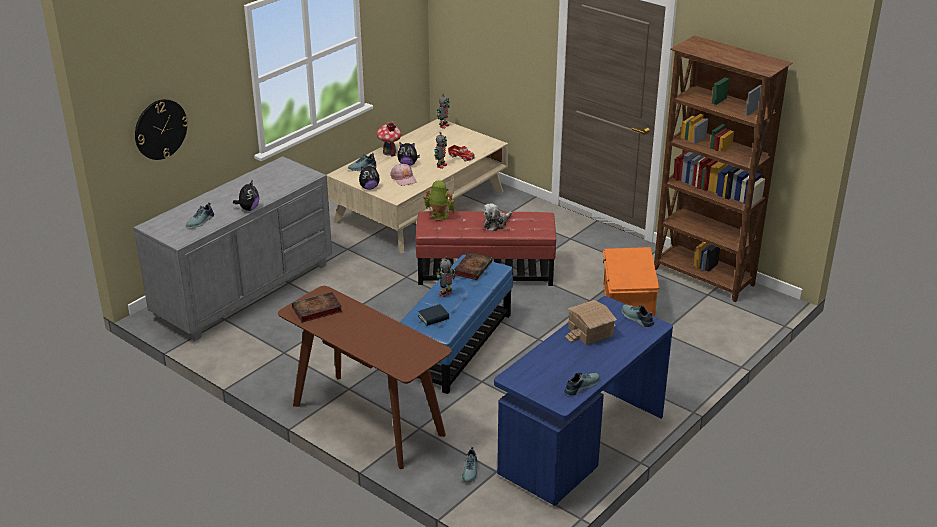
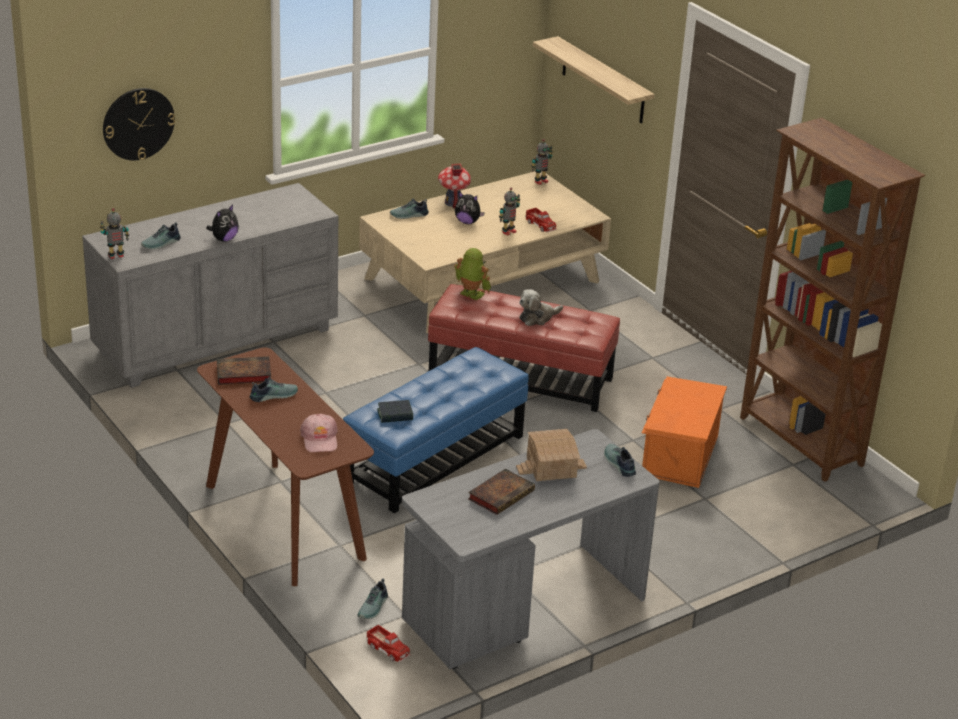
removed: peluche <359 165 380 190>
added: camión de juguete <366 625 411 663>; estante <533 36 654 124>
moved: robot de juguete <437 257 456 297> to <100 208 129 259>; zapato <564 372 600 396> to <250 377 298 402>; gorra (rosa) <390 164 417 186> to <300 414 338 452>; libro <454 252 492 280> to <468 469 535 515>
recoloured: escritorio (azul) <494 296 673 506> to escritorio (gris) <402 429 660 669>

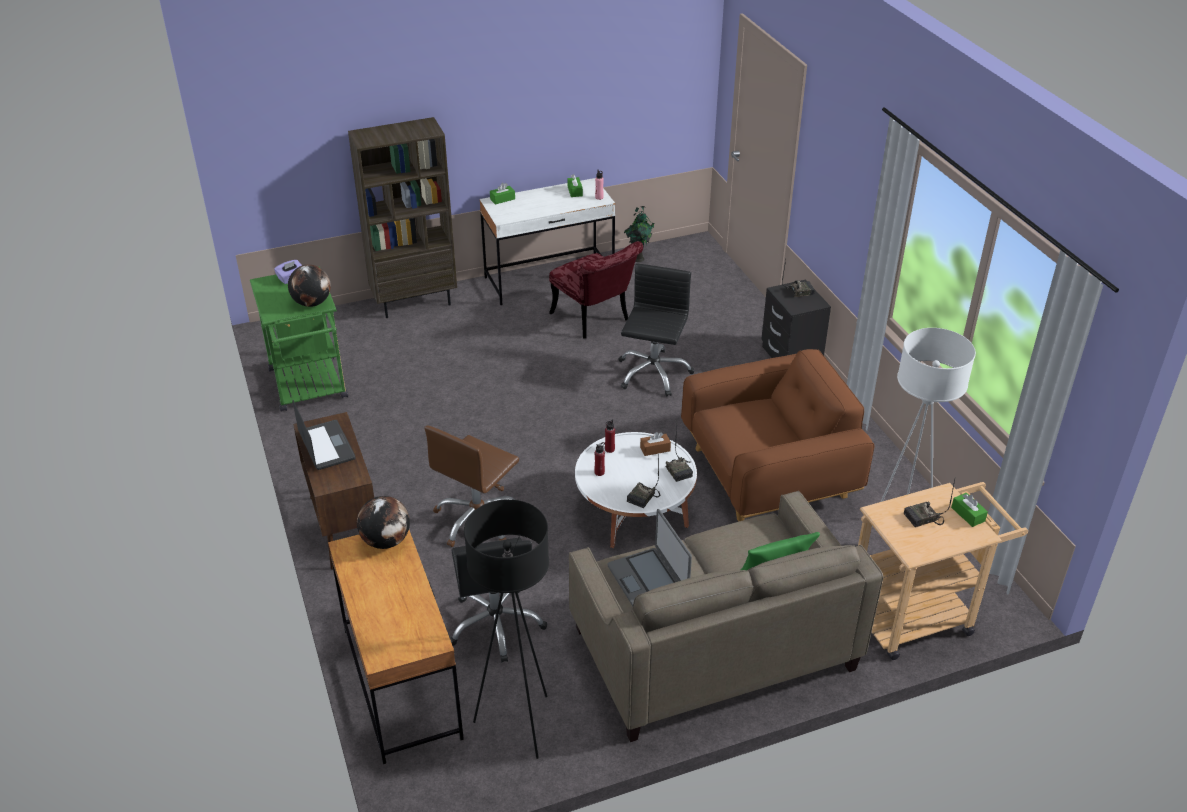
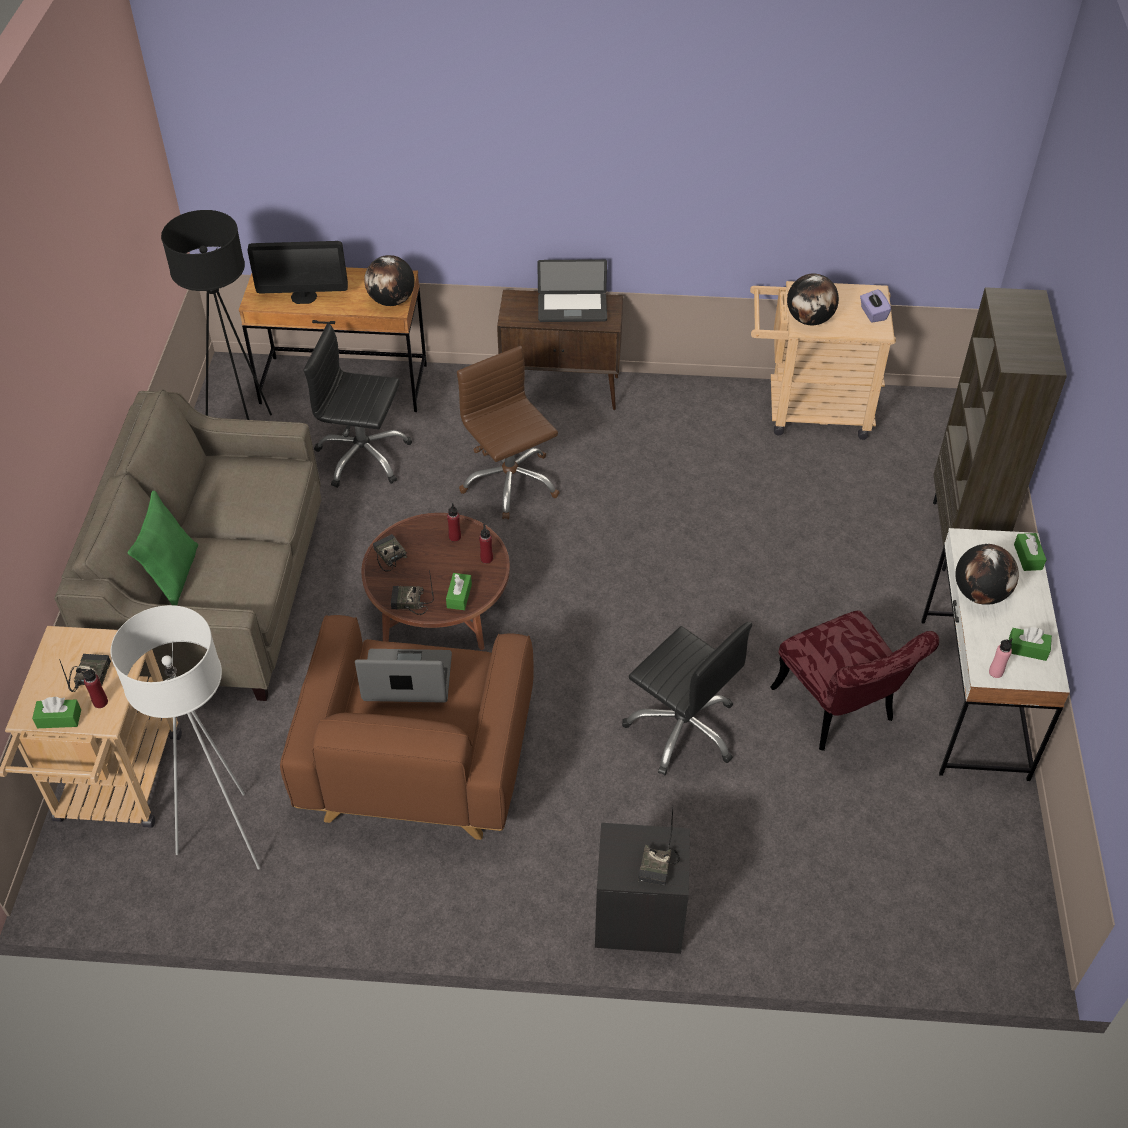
removed: planta en maceta <624 206 655 262>
added: botella (rojo) <79 669 108 708>; monitor <247 241 348 304>; globo terráqueo <955 544 1019 605>
moved: portátil <608 509 692 606> to <355 649 452 703>
recoloured: mesa de centro (blanco) <575 432 697 548> to mesa de centro (marrón) <361 513 510 650>; caja de pañuelos (marrón) <640 432 671 456> to caja de pañuelos (verde) <446 573 472 610>; carrito (verde) <250 266 348 412> to carrito (beis) <750 281 896 440>
turned: silla (rojo) <549 241 643 339> = <770 610 939 751> 105 degrees counterclockwise

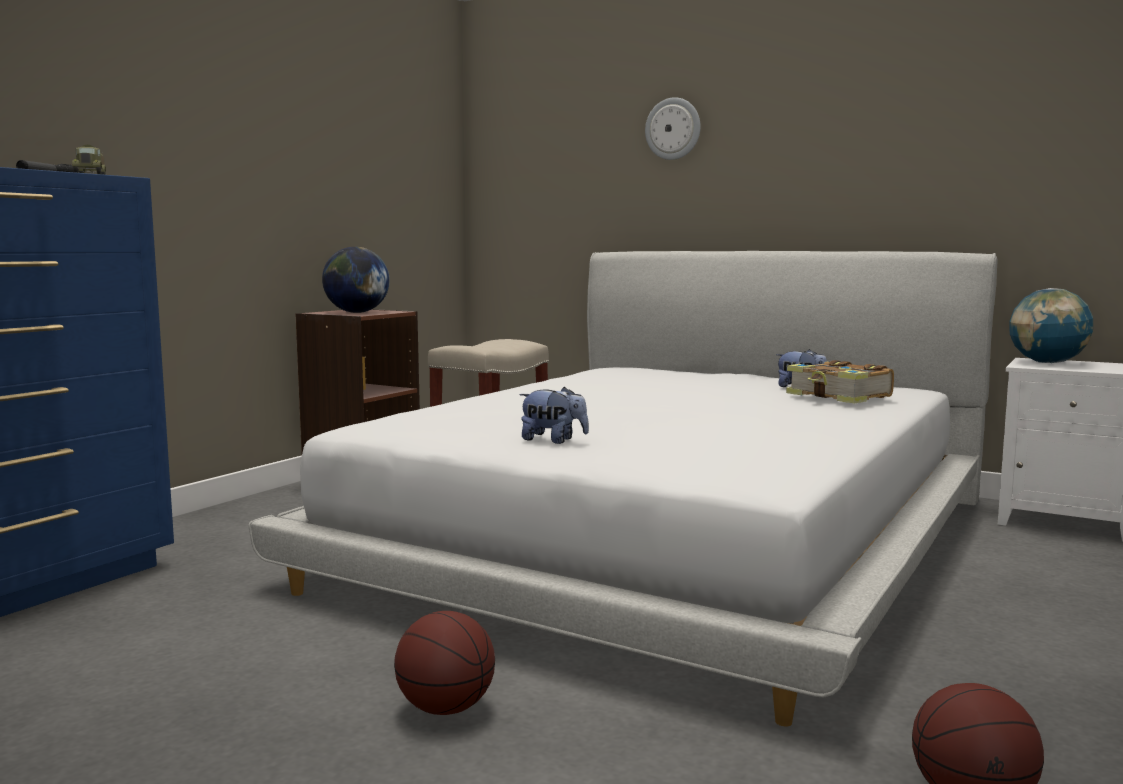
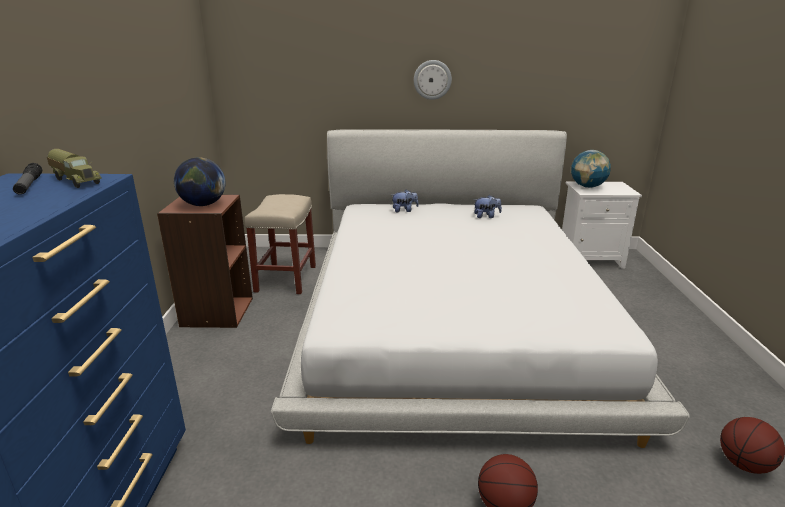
removed: libro <786 360 894 404>
moved: peluche <519 387 589 444> to <392 190 419 212>; reloj de pared <645 97 701 160> to <414 60 452 100>

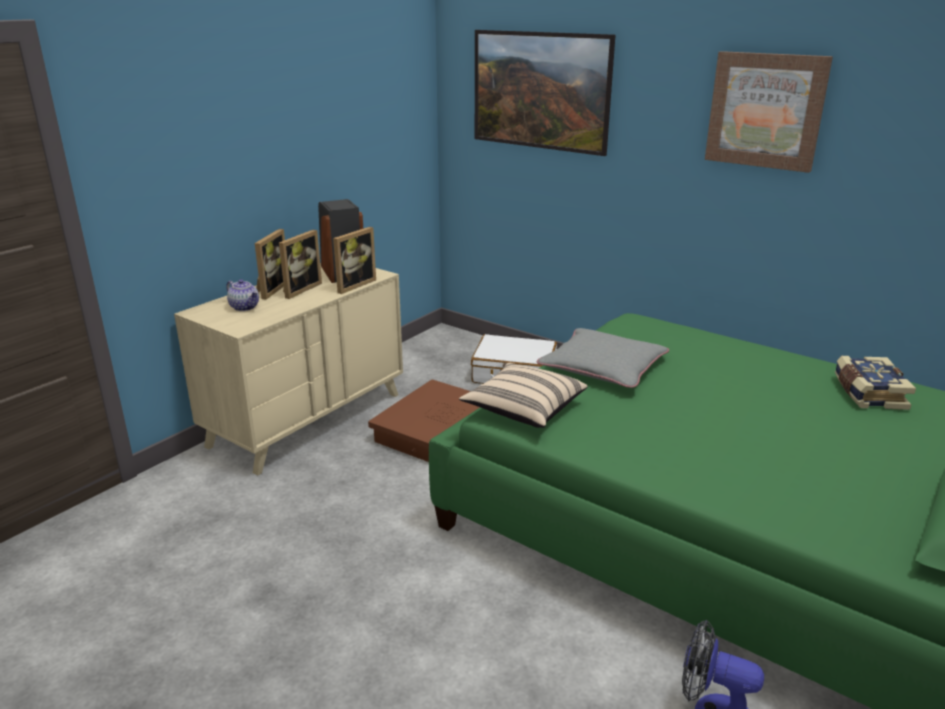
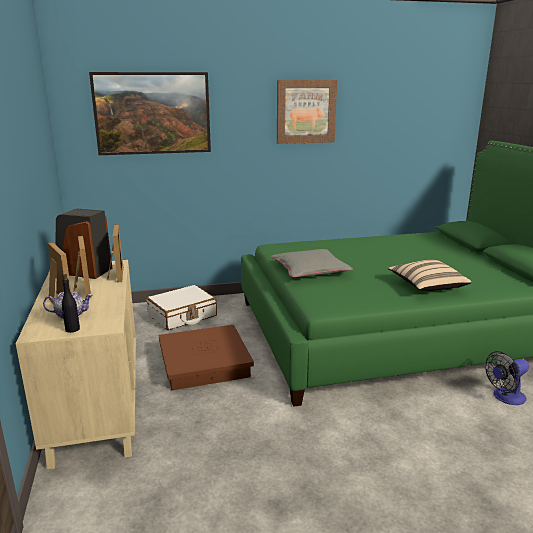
removed: libro <835 356 916 410>
added: botella (negro) <62 274 80 333>
moved: cojín (beis) <459 363 587 428> to <388 260 471 291>

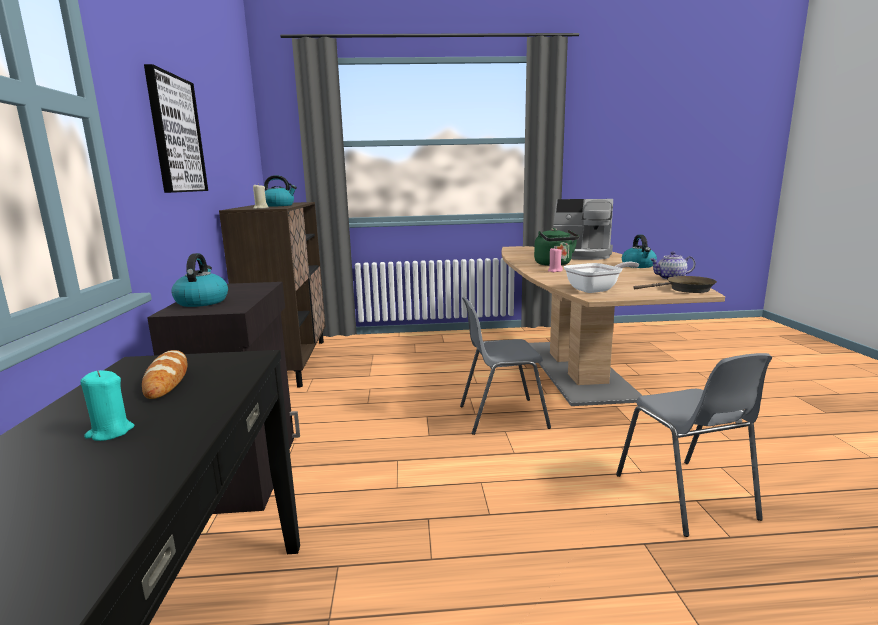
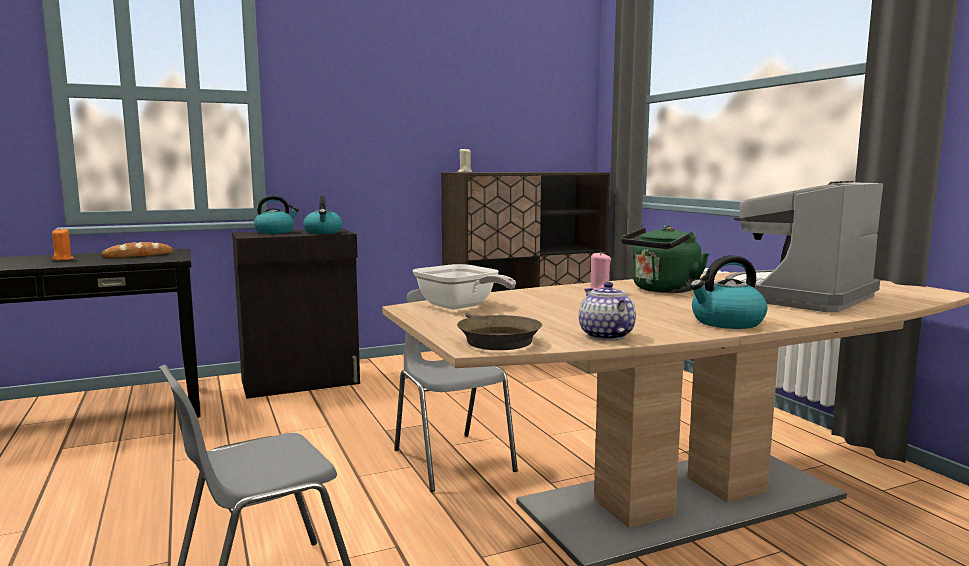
removed: cuadro <144 64 208 193>
moved: hervidor <264 175 297 207> to <303 196 343 234>
recoloured: vela (turquesa) <81 370 134 441> to vela (naranja) <52 228 74 261>
turned: cafetera <553 199 613 260> = <726 181 883 312> 45 degrees clockwise

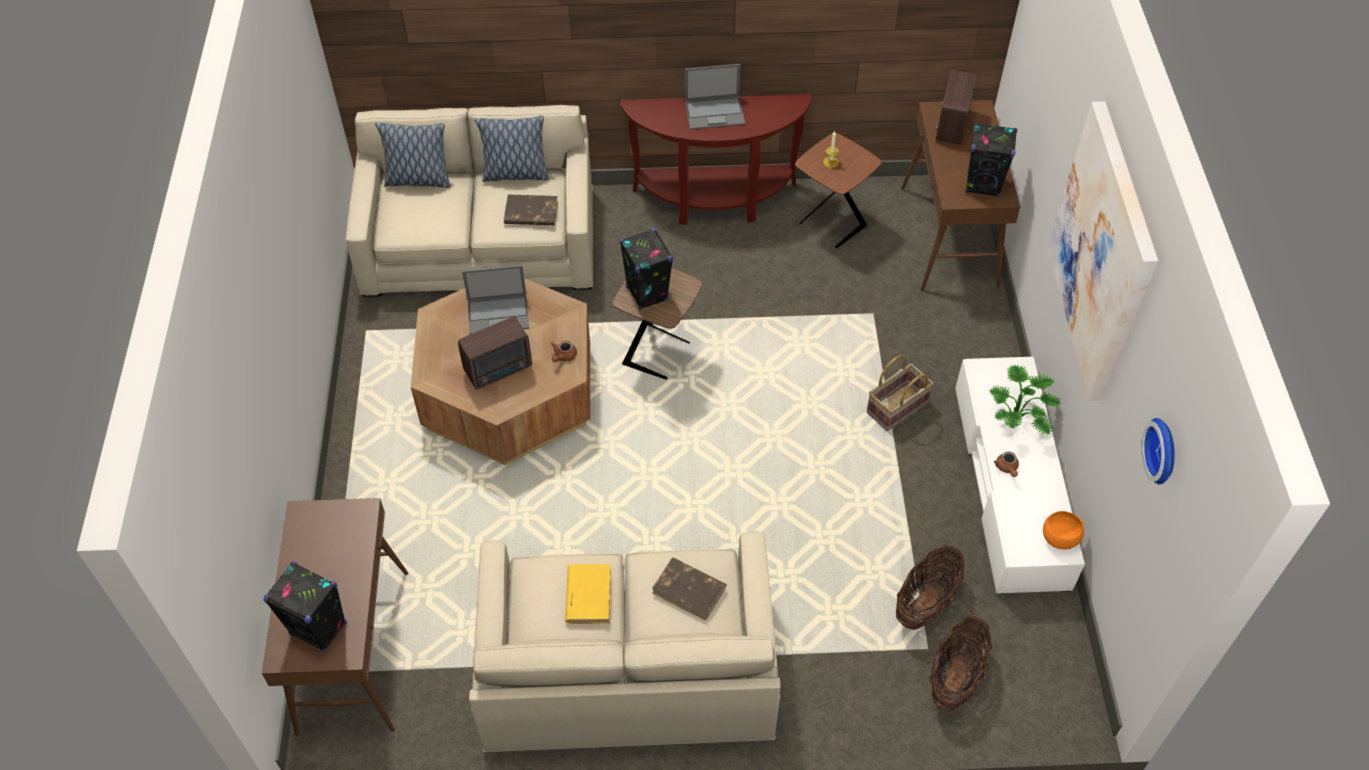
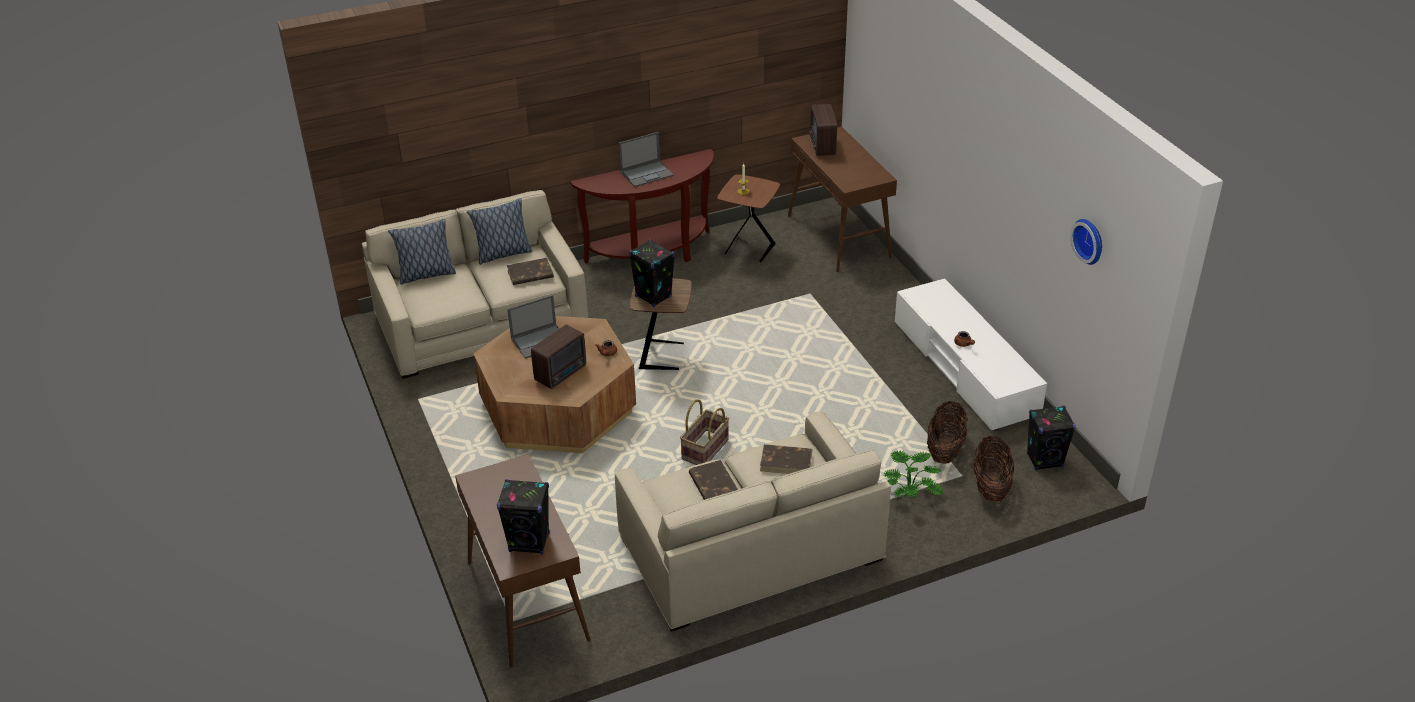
removed: cuenco (naranja) <1043 511 1084 549>; cuadro <1047 101 1158 401>
moved: cesta <867 355 934 431> to <680 399 729 465>; planta en maceta <989 364 1061 435> to <884 450 944 498>; altavoz (negro) <966 122 1017 197> to <1027 406 1076 471>
recoloured: libro (amarillo) <565 564 611 624> to libro (marrón) <689 460 738 500>

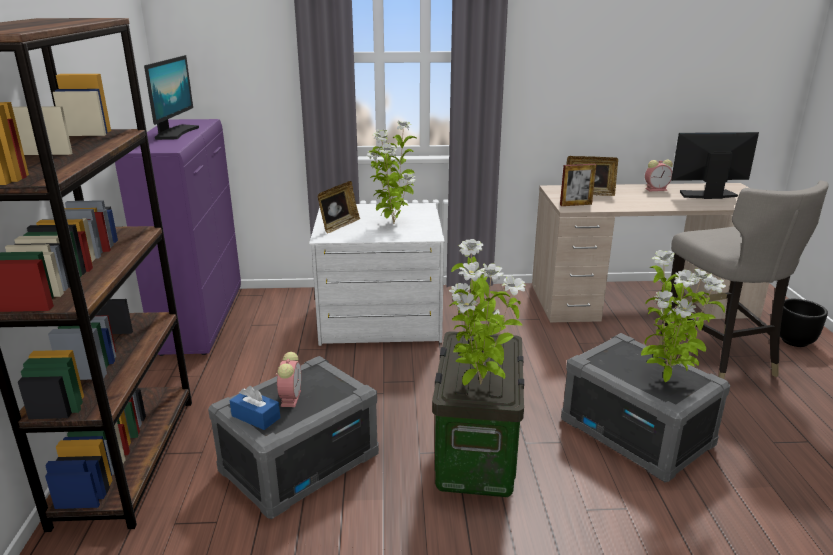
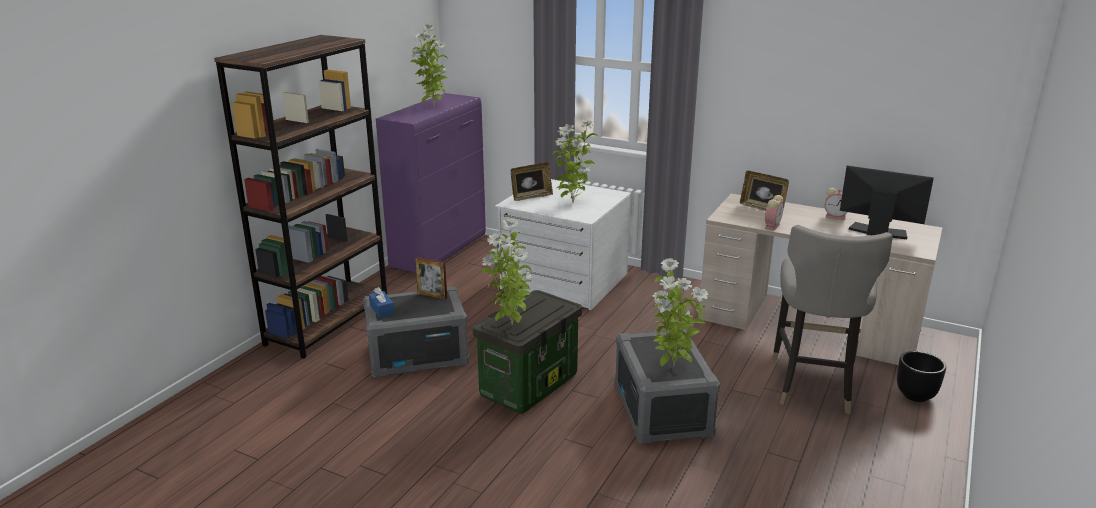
moved: portarretratos <560 164 596 206> to <415 257 447 299>; despertador <276 352 301 407> to <764 195 783 231>
replaced: monitor <144 55 199 140> to planta en maceta <410 24 448 107>

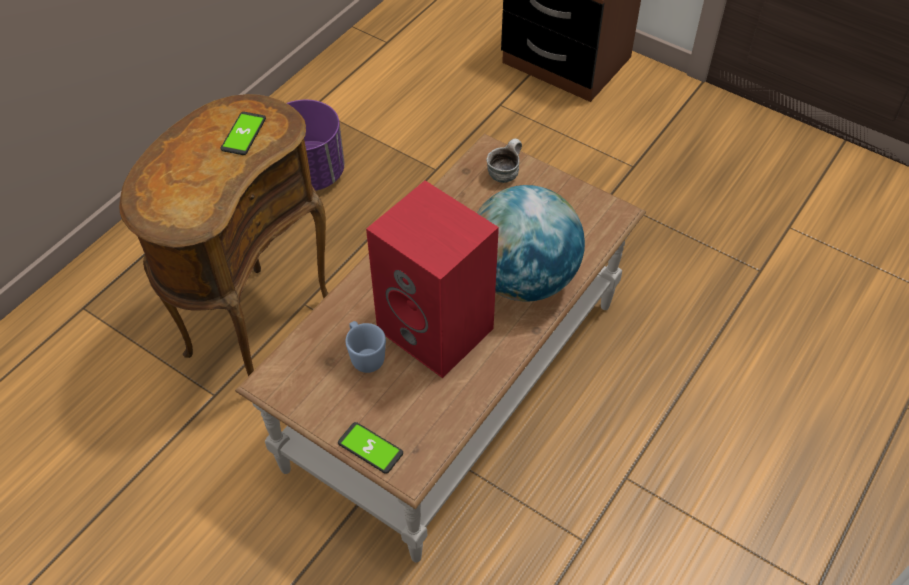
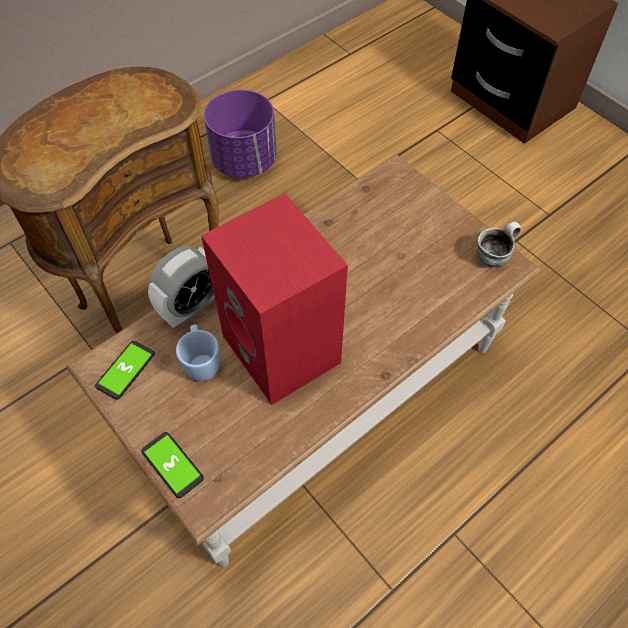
removed: globo terráqueo <477 185 585 302>
added: despertador <148 246 214 328>
moved: móvil <220 112 266 155> to <95 341 155 400>; taza grande <487 138 522 183> to <477 221 521 267>

